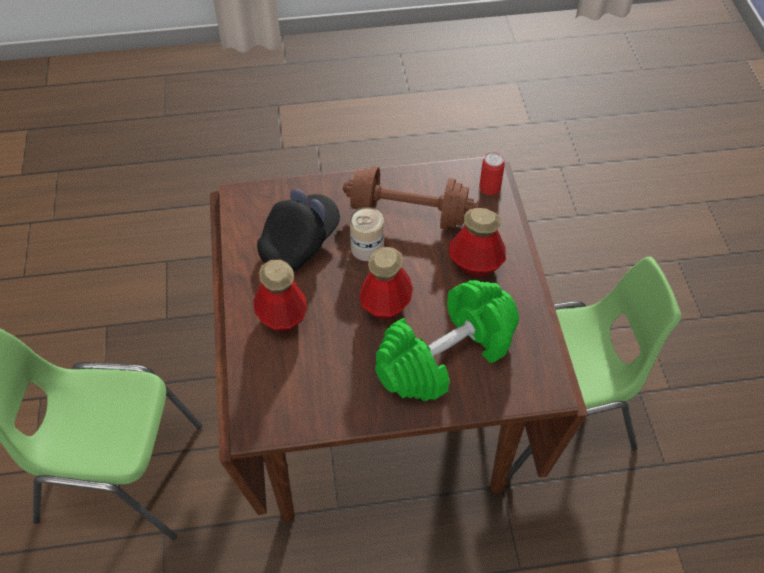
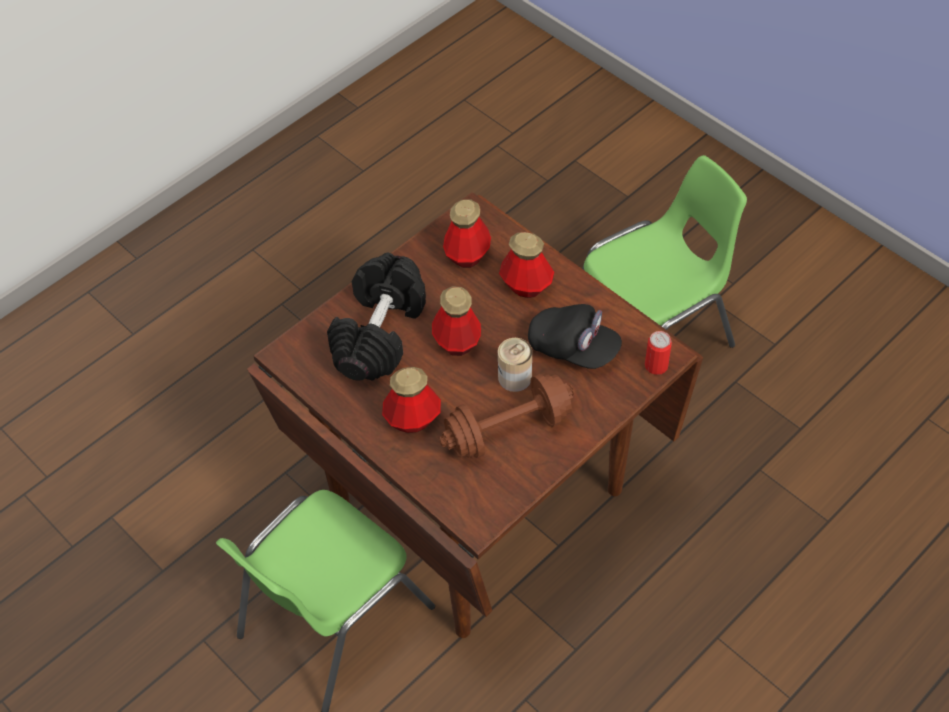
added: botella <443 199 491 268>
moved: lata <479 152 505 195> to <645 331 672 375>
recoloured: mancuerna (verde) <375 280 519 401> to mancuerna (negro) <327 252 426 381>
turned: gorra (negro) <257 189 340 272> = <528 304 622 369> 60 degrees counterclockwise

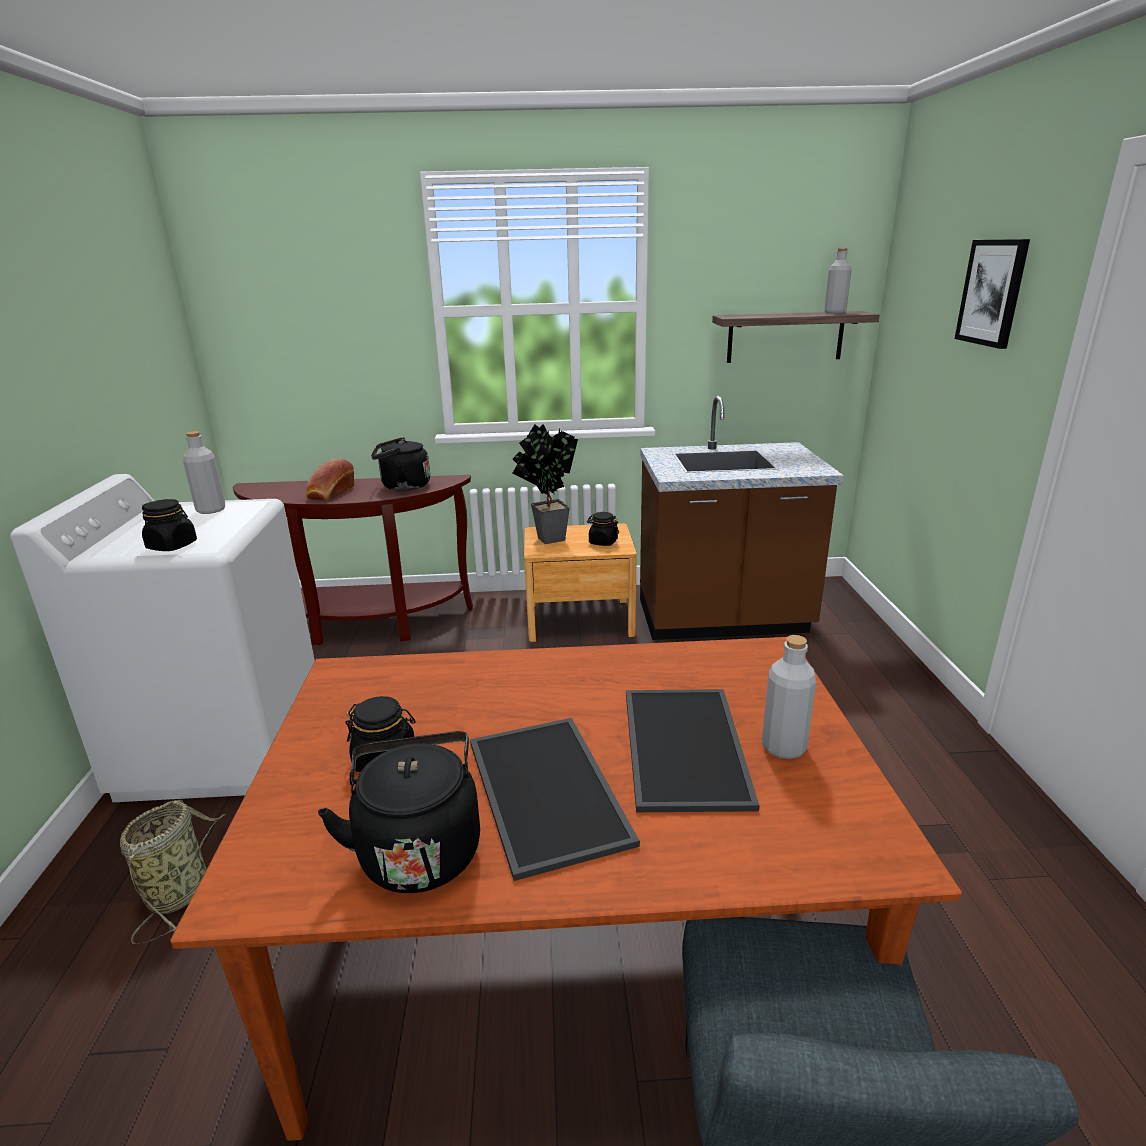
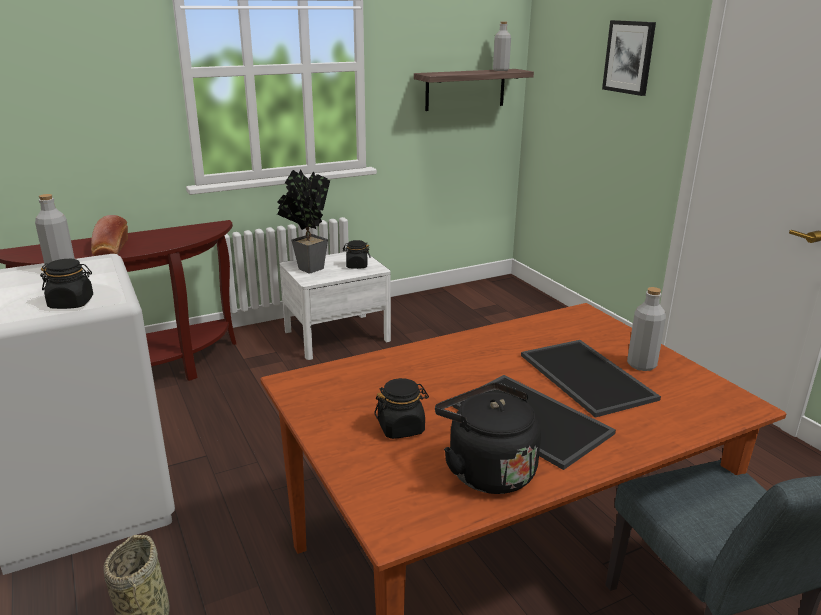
removed: hervidor (negro) <371 437 430 491>; mueble bajo de cocina (marrón) <640 396 844 640>
recoloured: mesita de noche (marrón) <524 523 637 642> to mesita de noche (blanco) <280 252 391 360>

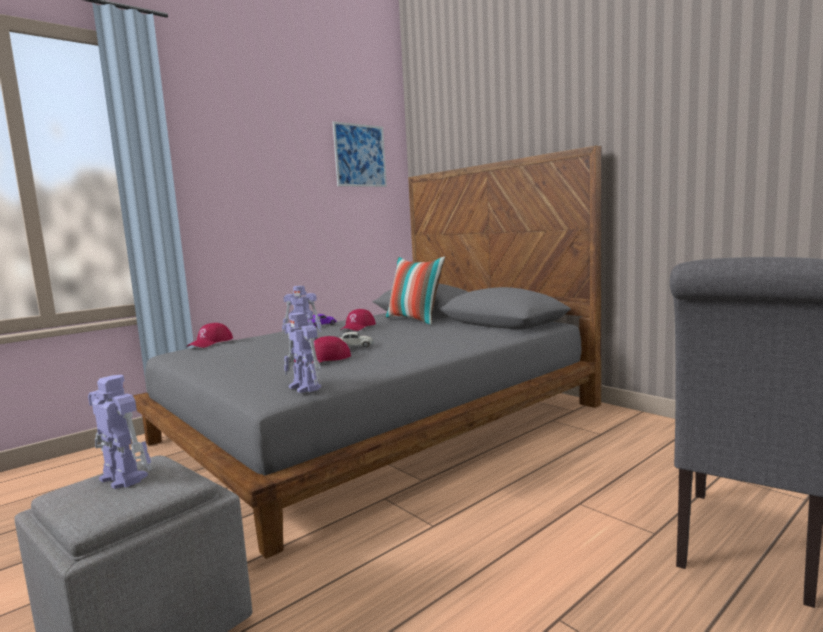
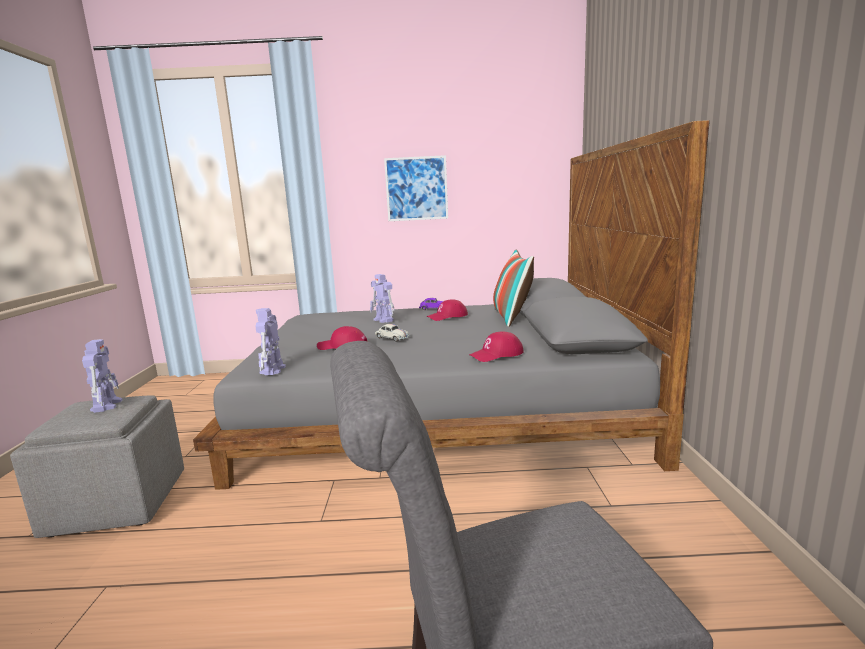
moved: cuadro <333 122 387 187> to <384 155 448 221>; gorra (rojo) <187 323 233 348> to <469 331 524 362>

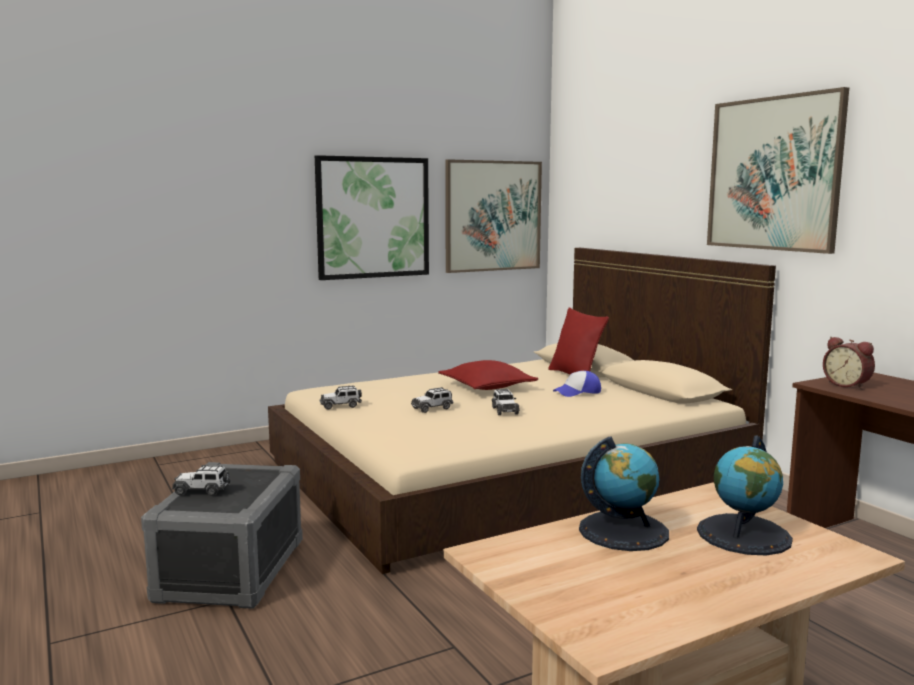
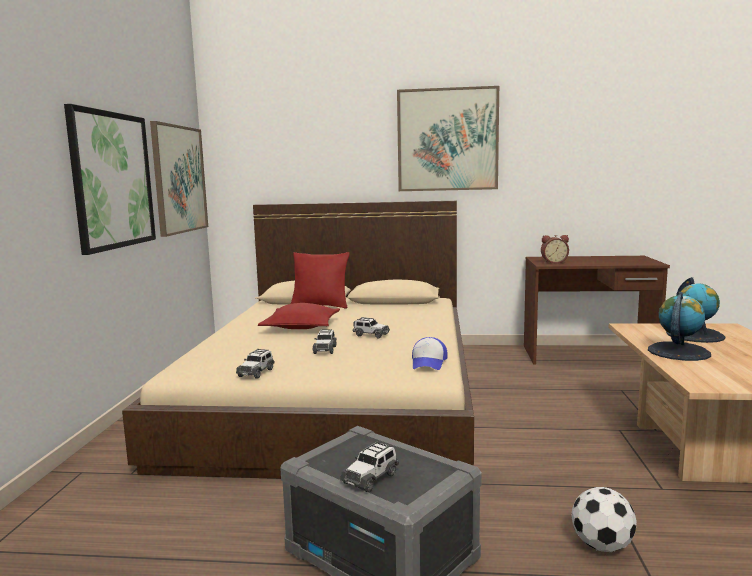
added: balón de fútbol <571 487 637 552>
moved: gorra <553 371 601 397> to <412 337 448 370>

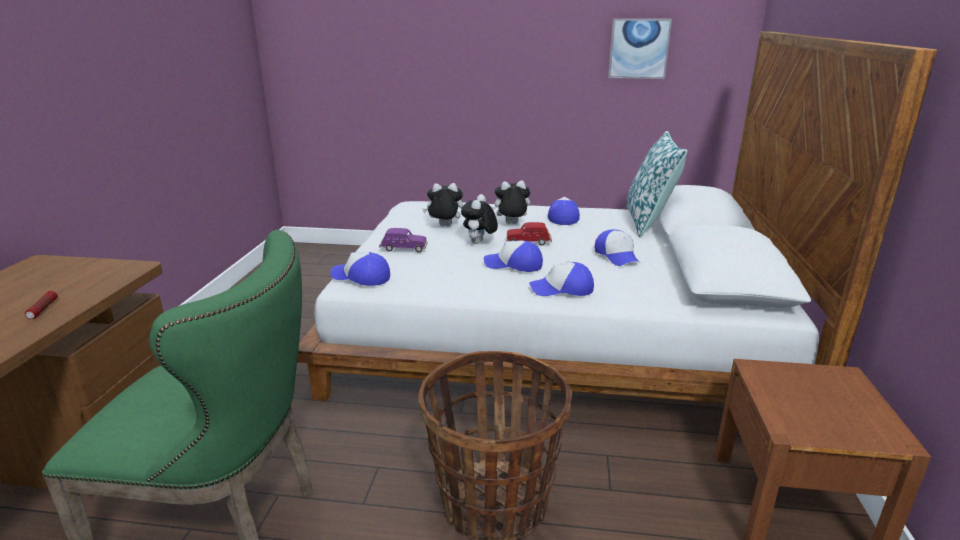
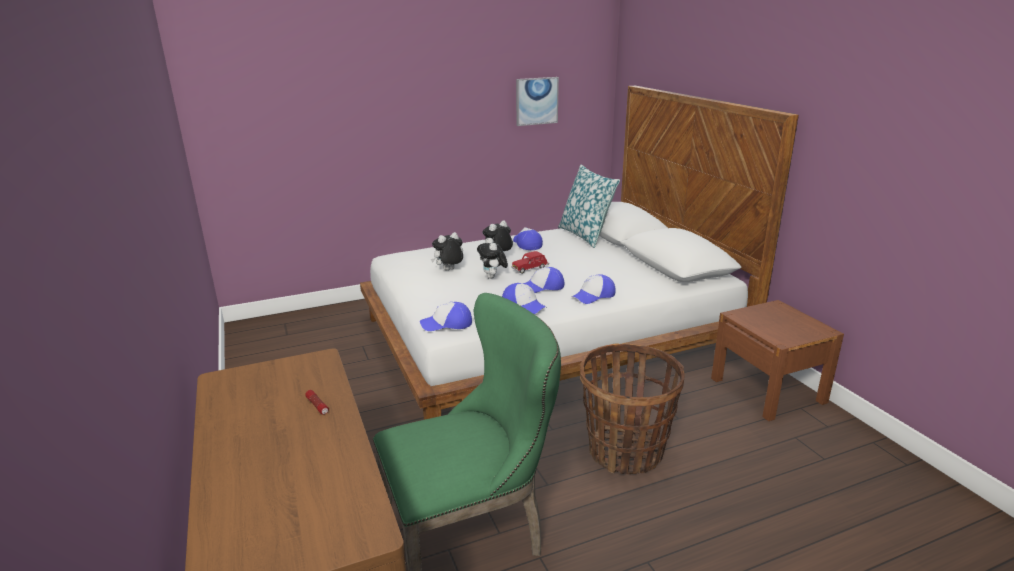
removed: coche de juguete (morado) <379 228 427 252>
moved: gorra <595 229 639 266> to <502 283 546 314>

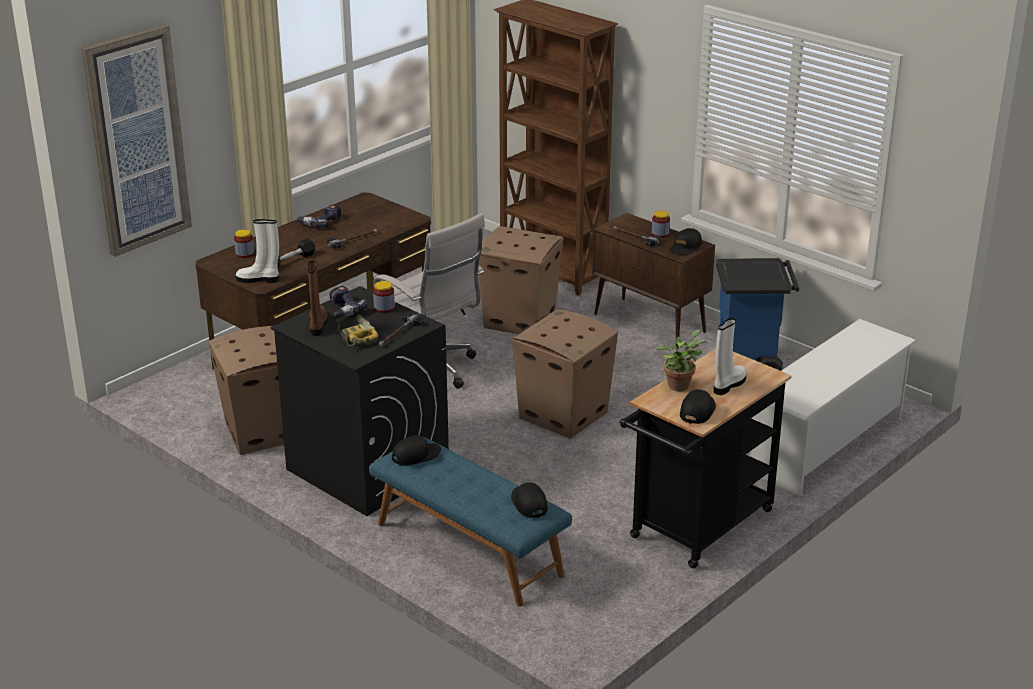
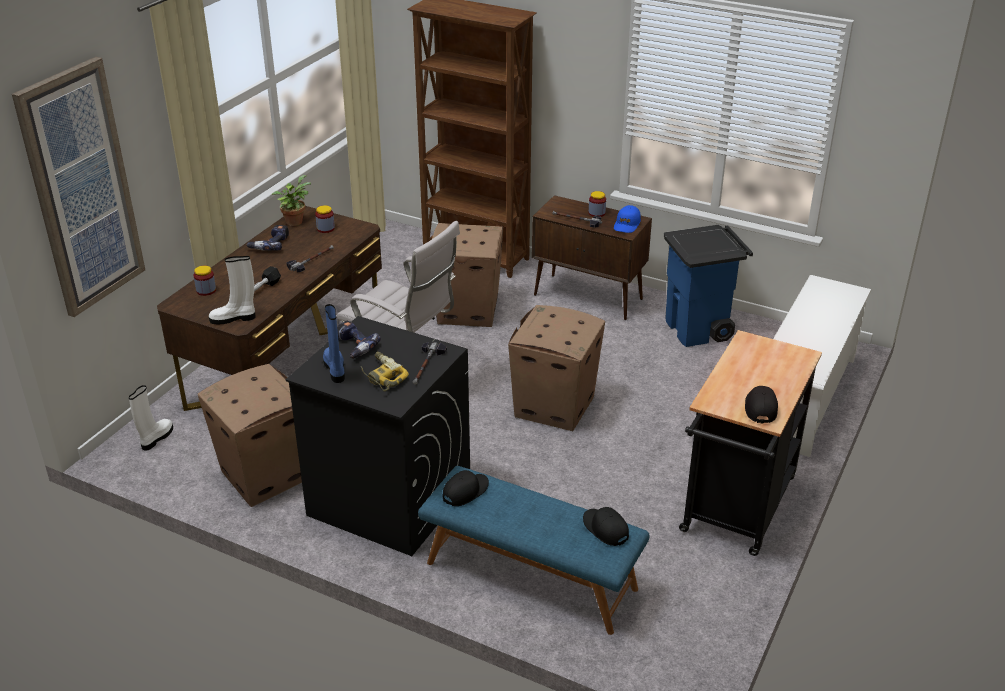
moved: bota (blanco) <714 318 747 395> to <129 385 173 451>; planta en maceta <656 329 707 392> to <272 175 311 226>; tarro <373 281 395 313> to <315 205 335 233>
recoloured: bota (marrón) <308 261 328 336> to bota (azul) <323 304 345 383>; gorra (negro) <669 228 702 255> to gorra (azul) <614 205 641 233>

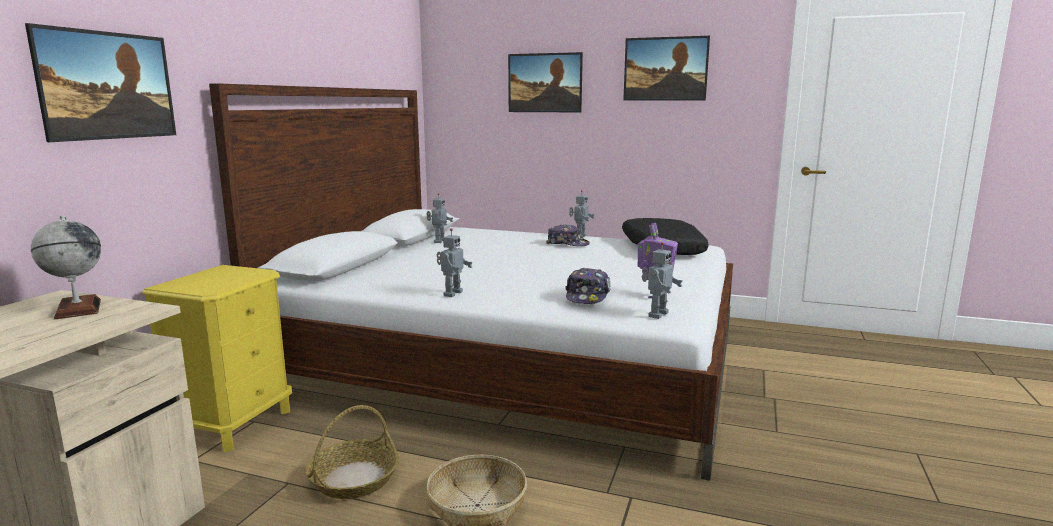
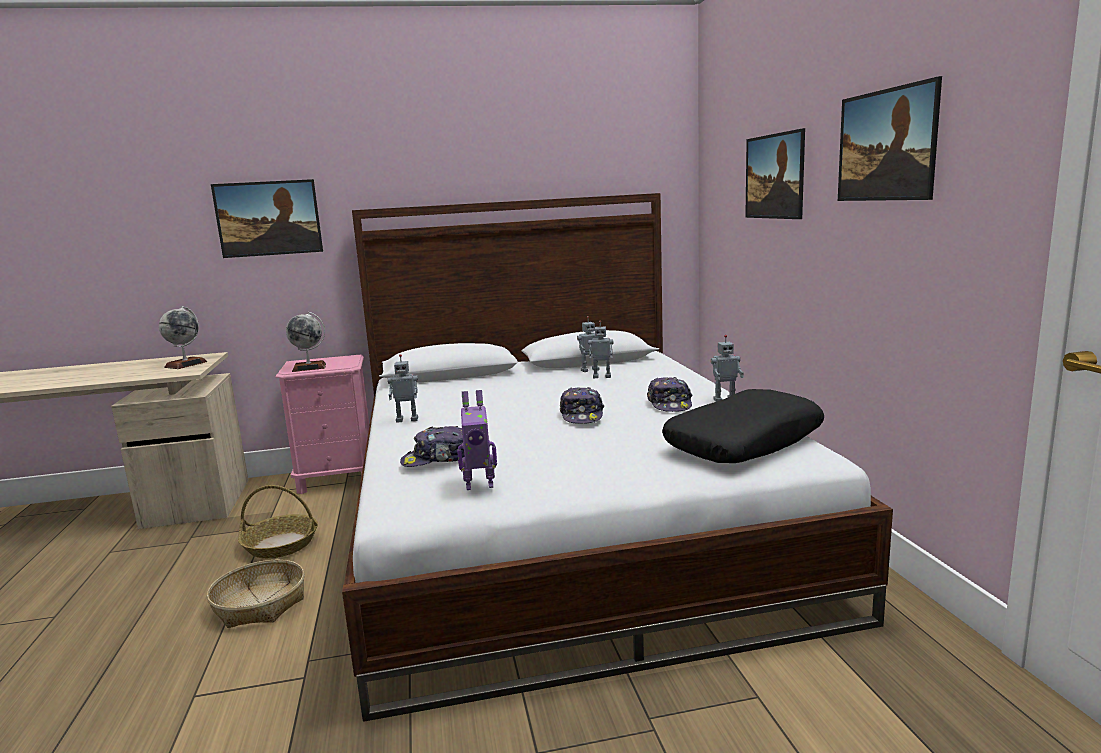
added: globo terráqueo <286 312 326 372>; gorra <560 387 604 424>
moved: robot de juguete <642 242 682 319> to <588 320 613 378>
recoloured: mesita de noche (amarillo) <142 265 292 452> to mesita de noche (rosa) <276 355 370 494>

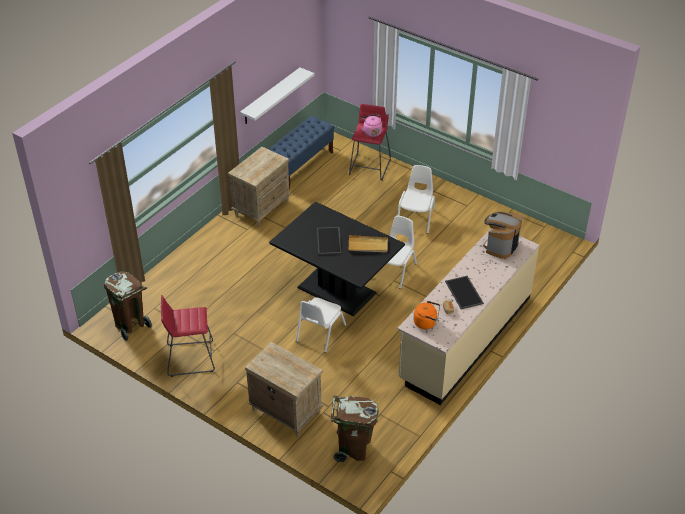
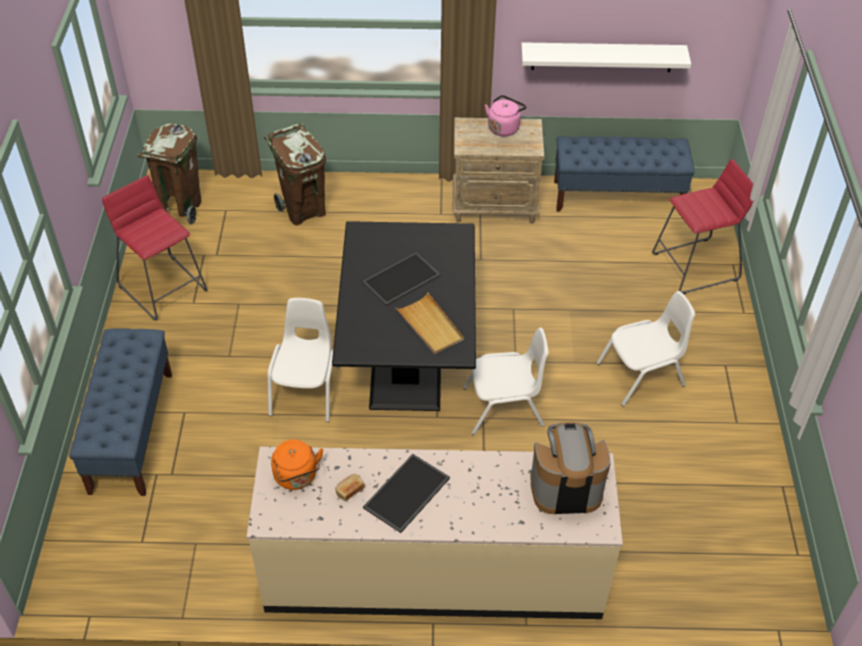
moved: papelera (marrón) <331 395 378 462> to <264 123 326 225>; hervidor (rosa) <360 114 382 137> to <485 95 527 137>
replaced: mesita de noche (beis) <245 342 324 437> to banco (azul) <69 329 172 496>
turned: silla (blanco) <296 297 346 353> = <267 298 340 422> 105 degrees clockwise

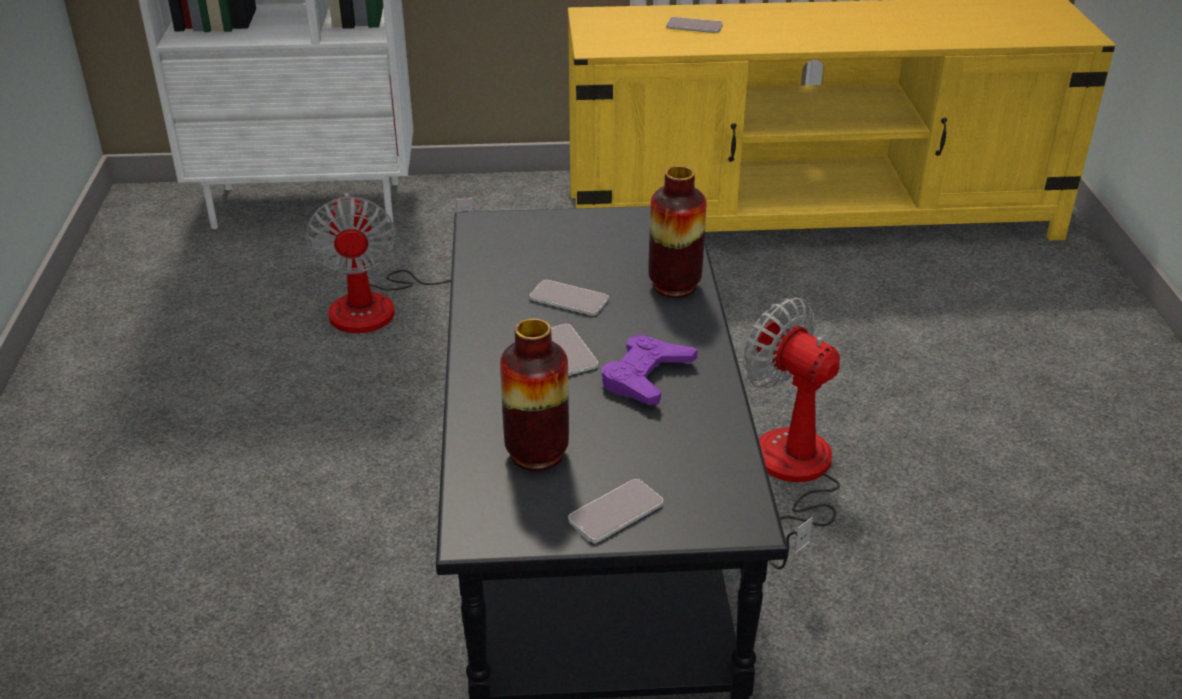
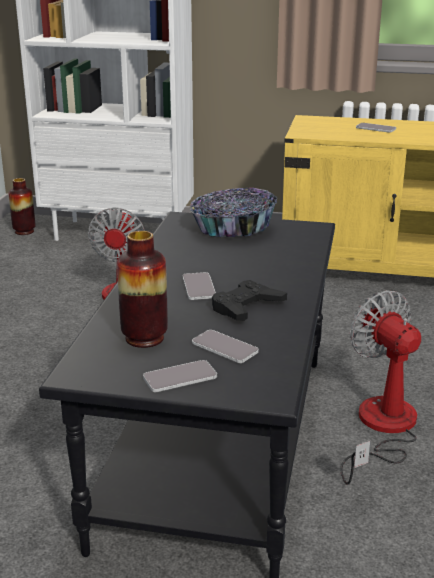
added: cuenco <190 188 278 237>
moved: florero <649 166 707 298> to <8 178 36 235>; móvil <530 280 609 316> to <192 330 259 363>
recoloured: mando de consola (morado) <602 334 698 405> to mando de consola (negro) <212 280 287 321>

